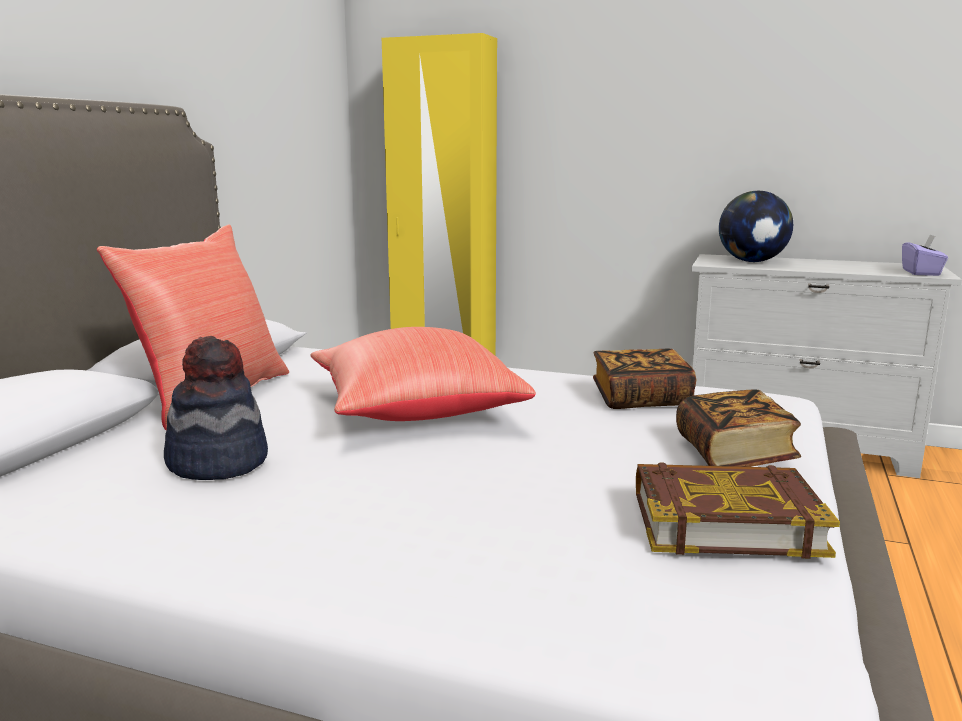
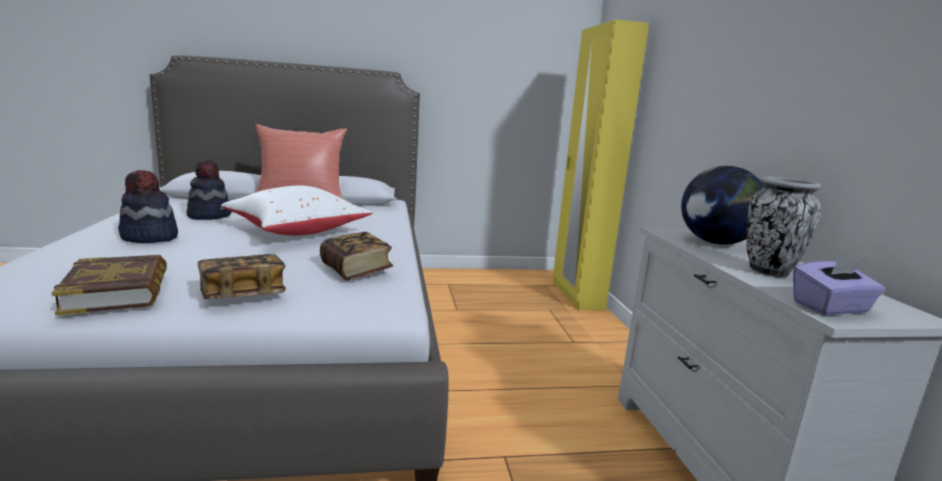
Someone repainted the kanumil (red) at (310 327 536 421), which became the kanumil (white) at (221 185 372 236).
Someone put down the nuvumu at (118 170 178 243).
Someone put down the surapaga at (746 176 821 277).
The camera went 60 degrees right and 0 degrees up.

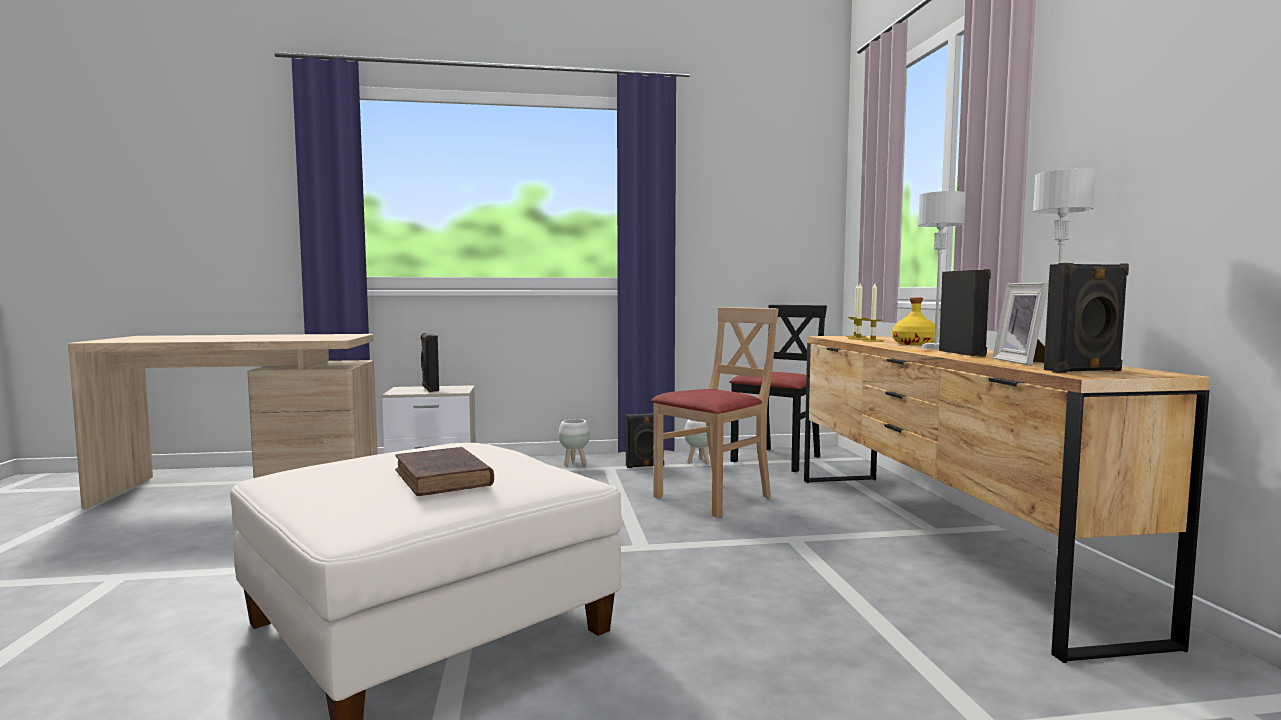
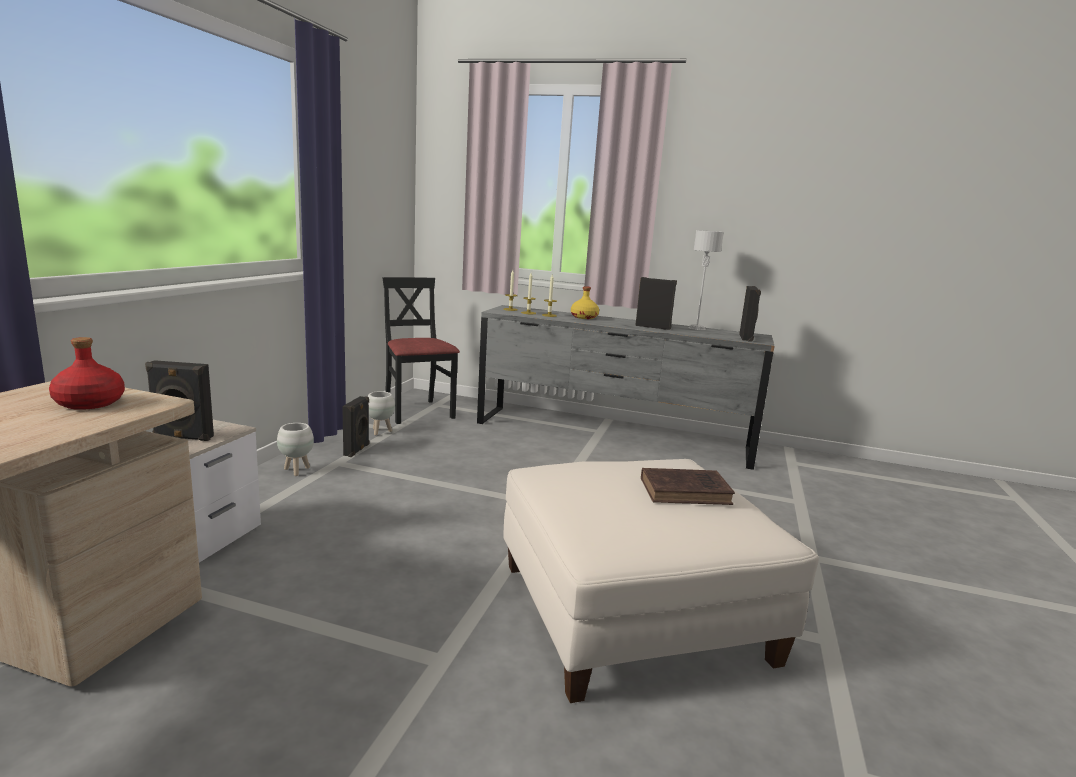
Someone took away the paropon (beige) at (651 307 779 518).
Someone repainted the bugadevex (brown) at (804 336 1210 663), which became the bugadevex (grey) at (477 305 774 470).
Someone took away the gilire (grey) at (918 191 966 350).
Someone took away the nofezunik at (992 283 1049 365).
Someone put down the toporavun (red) at (49 337 125 410).
The camera went 65 degrees left and 10 degrees up.

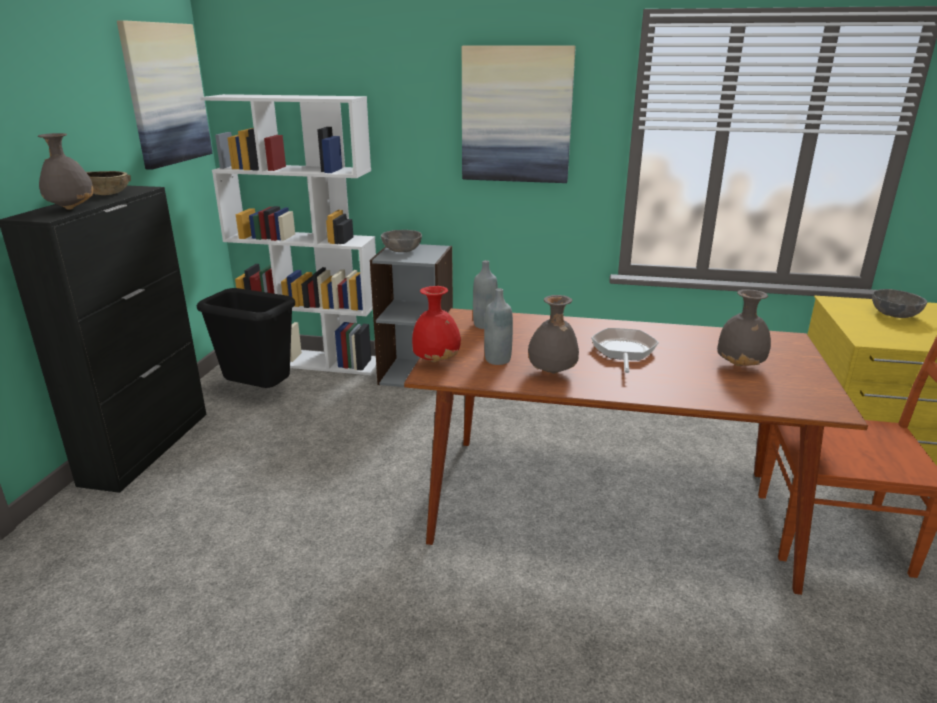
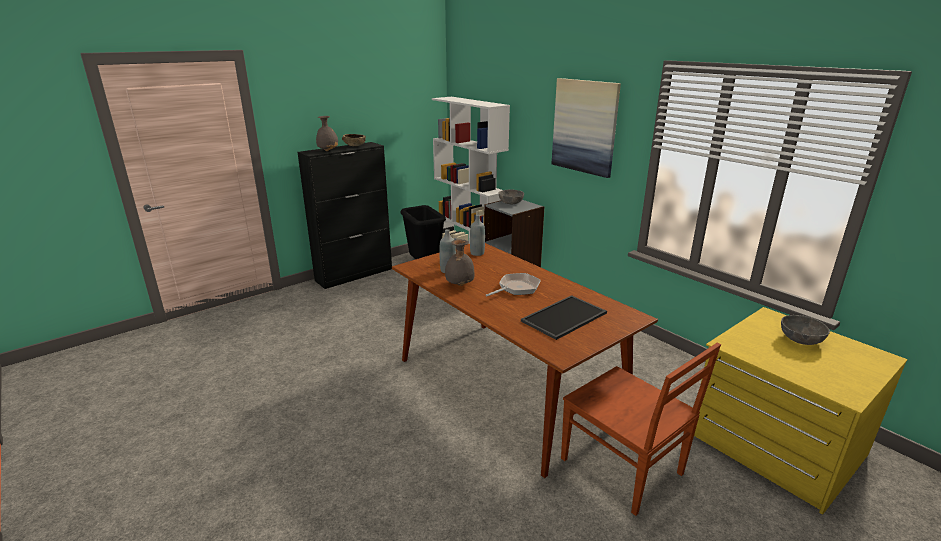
Someone took away the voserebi at (117 20 212 170).
Someone took away the surapaga (red) at (412 286 461 362).
Someone swapped the surapaga (grey) at (717 290 771 366) for the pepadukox at (521 295 607 340).
The camera went 40 degrees right and 0 degrees up.

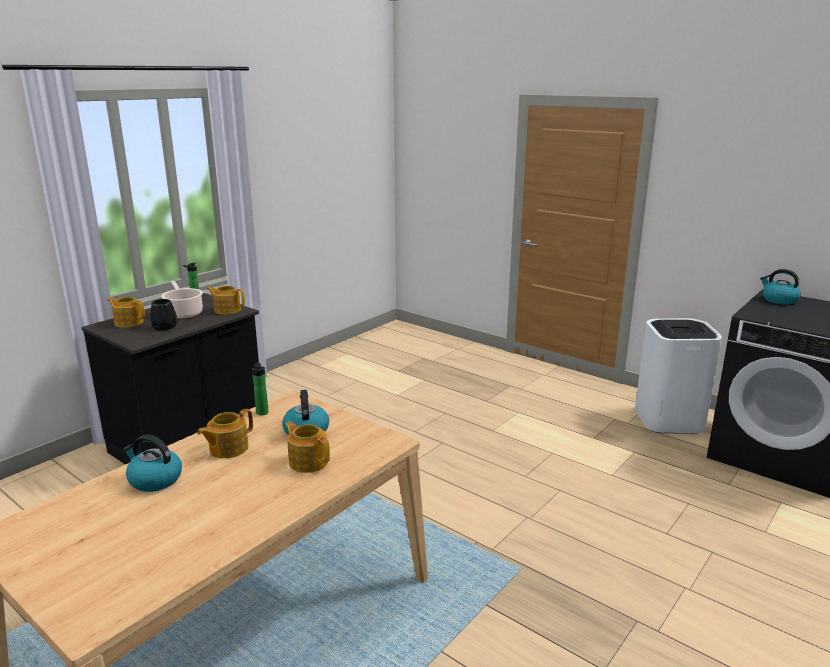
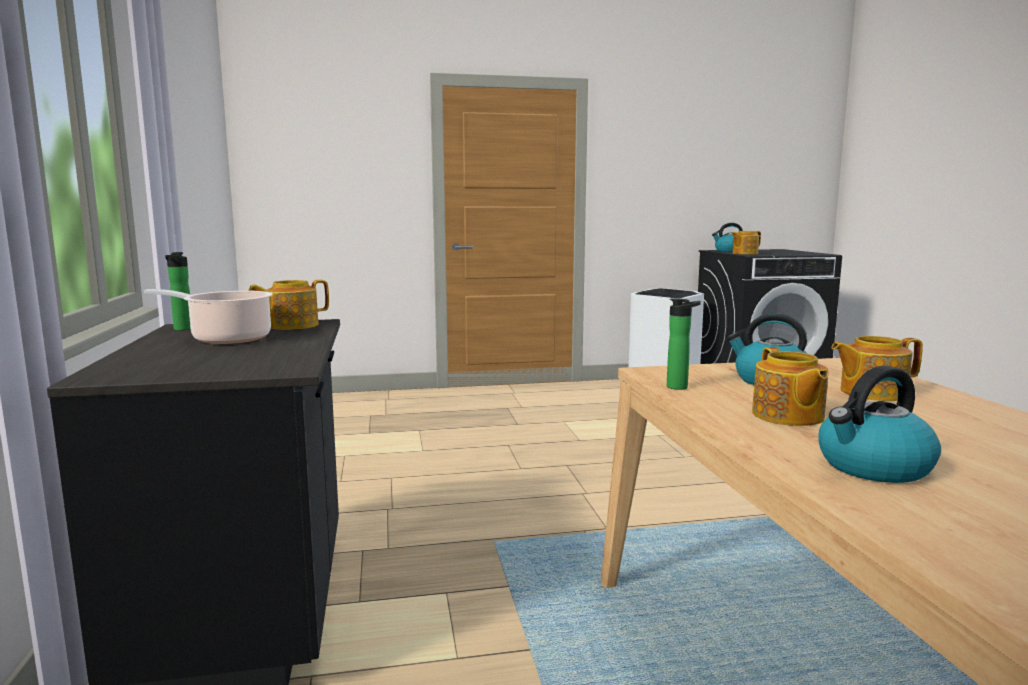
Someone carried the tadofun from (107 297 145 328) to (731 231 761 254).
Someone took away the surapaga (black) at (150 299 177 330).
The camera went 50 degrees left and 10 degrees down.

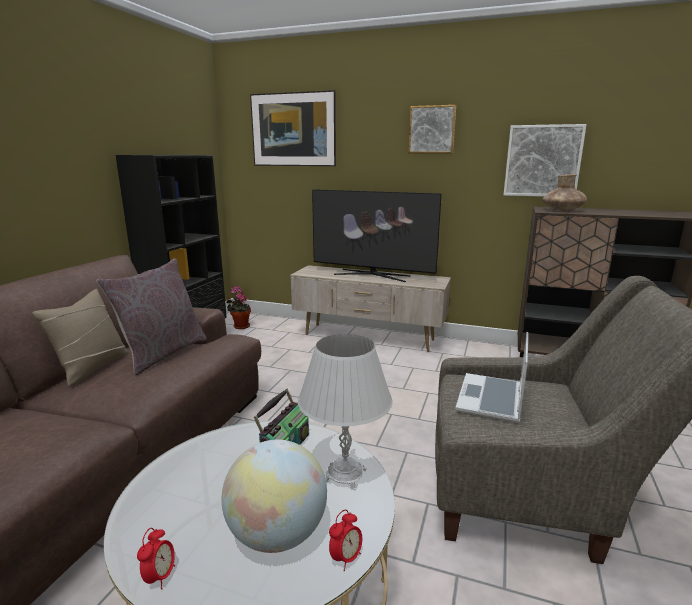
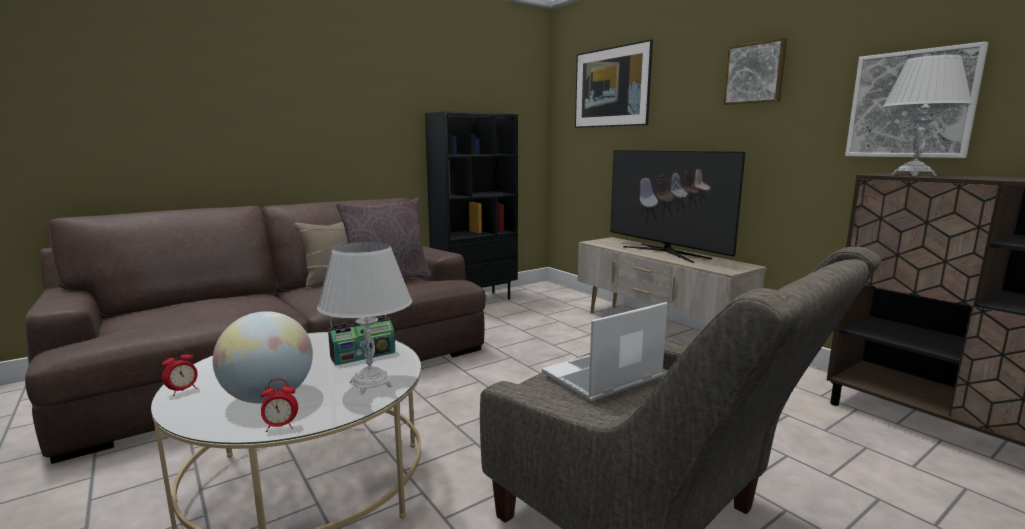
Someone took away the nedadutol at (226 286 251 329).
Someone swapped the surapaga (brown) at (543 174 587 212) for the gilire (white) at (882 55 972 176).
The camera went 35 degrees right and 5 degrees down.

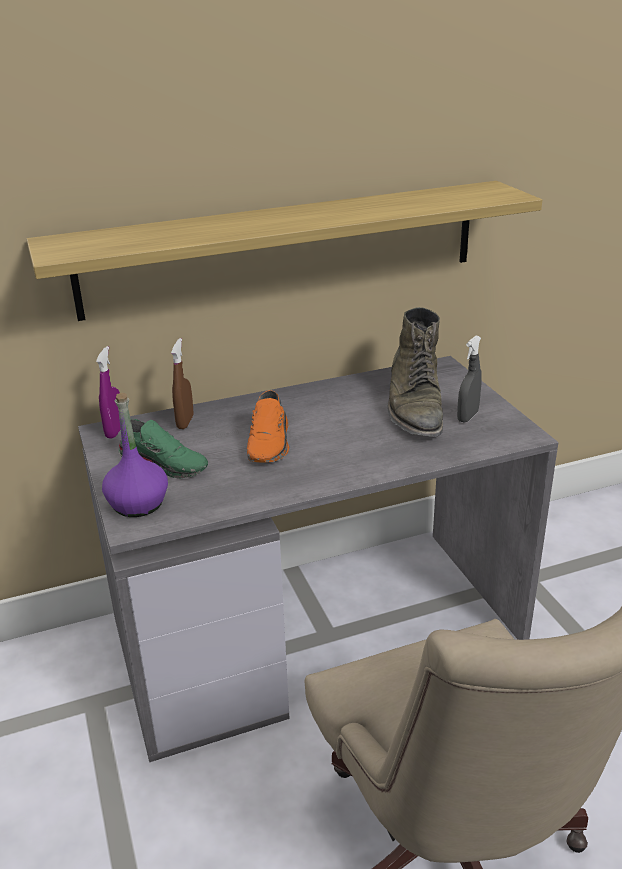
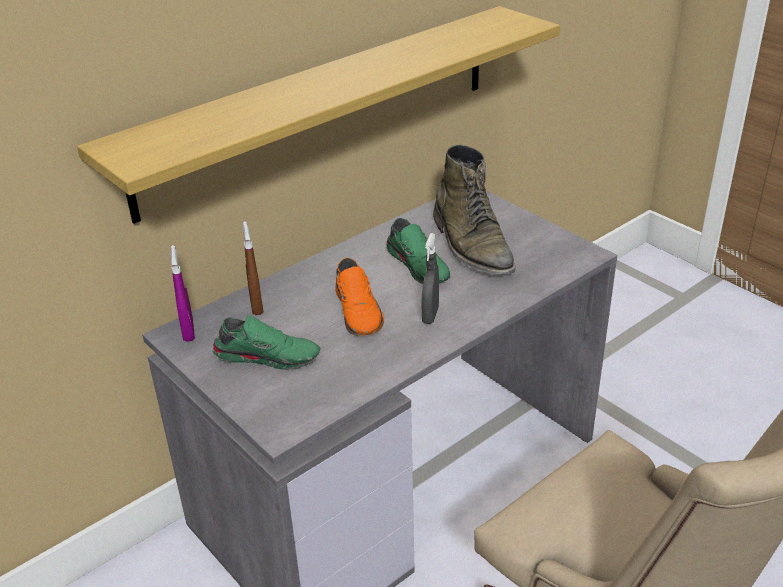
Someone took away the toporavun (purple) at (102 393 168 517).
Someone carried the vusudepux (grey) from (457 336 482 423) to (422 233 439 324).
Someone put down the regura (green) at (386 218 450 284).
The camera went 20 degrees left and 5 degrees up.

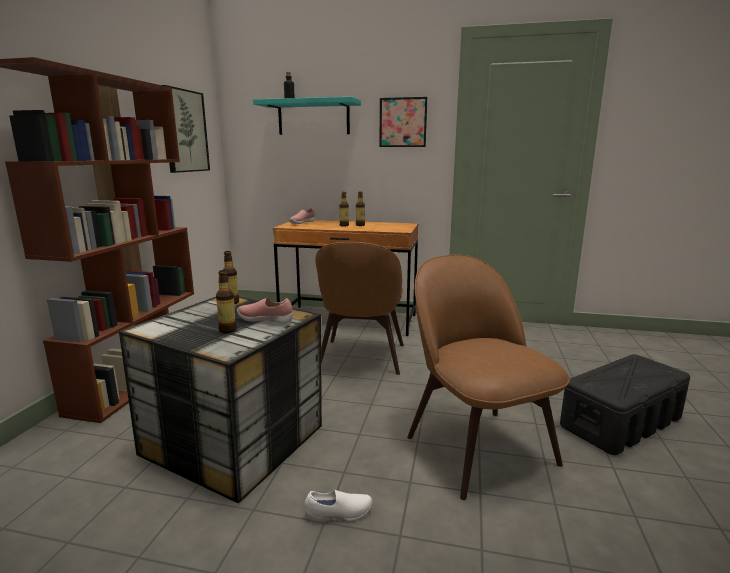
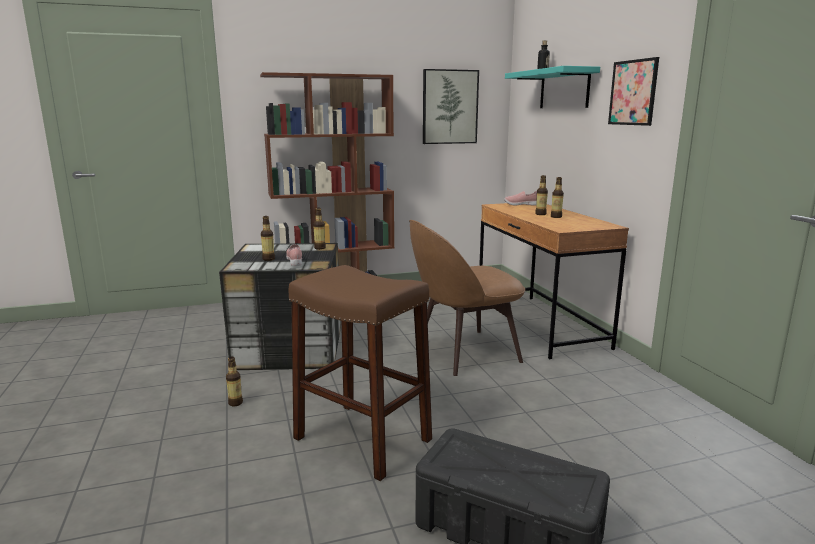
Someone swapped the regura (white) at (305 490 372 523) for the toporavun at (226 357 243 406).
Someone swapped the paropon (brown) at (407 255 570 500) for the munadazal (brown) at (288 265 432 481).
The camera went 60 degrees right and 0 degrees up.

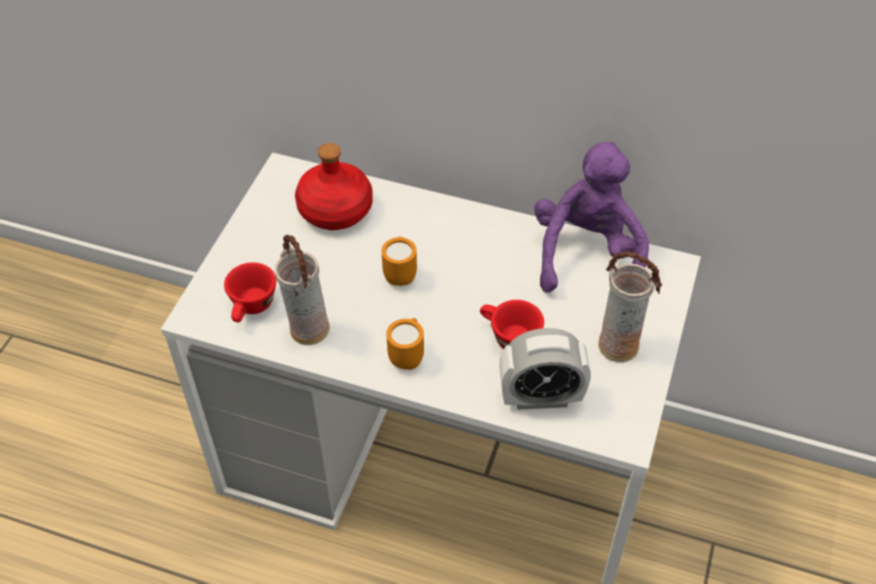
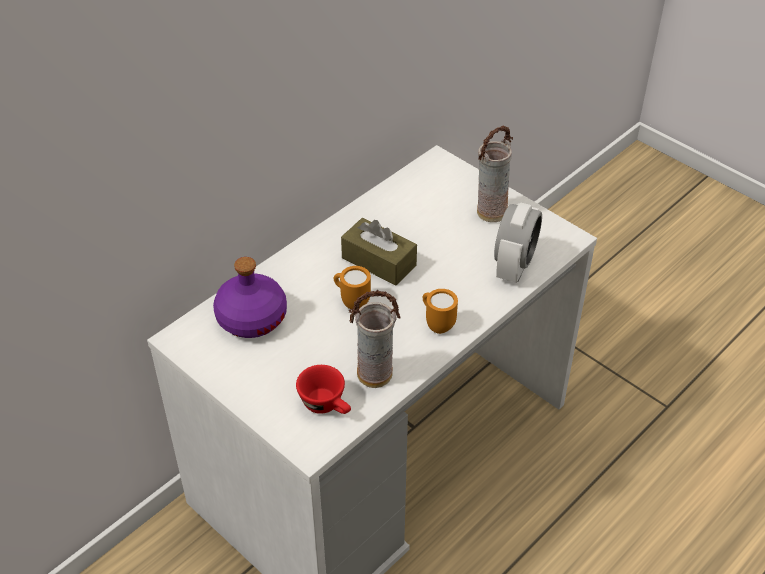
Someone repainted the toporavun (red) at (295 143 373 230), which became the toporavun (purple) at (213 257 287 338).
Someone took away the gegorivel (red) at (480 300 544 349).
Someone took away the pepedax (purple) at (534 142 649 293).
Someone put down the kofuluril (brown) at (341 218 417 286).
The camera went 65 degrees left and 5 degrees down.

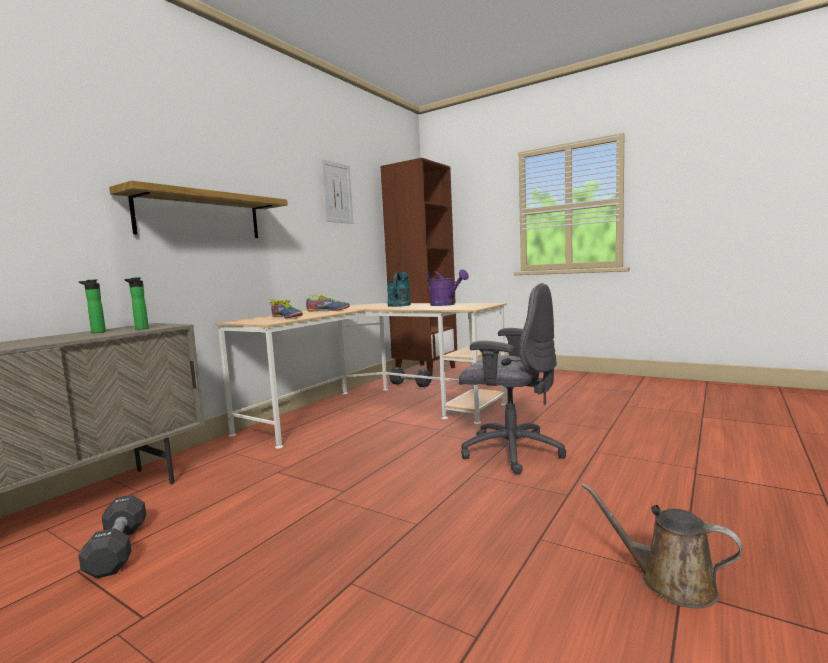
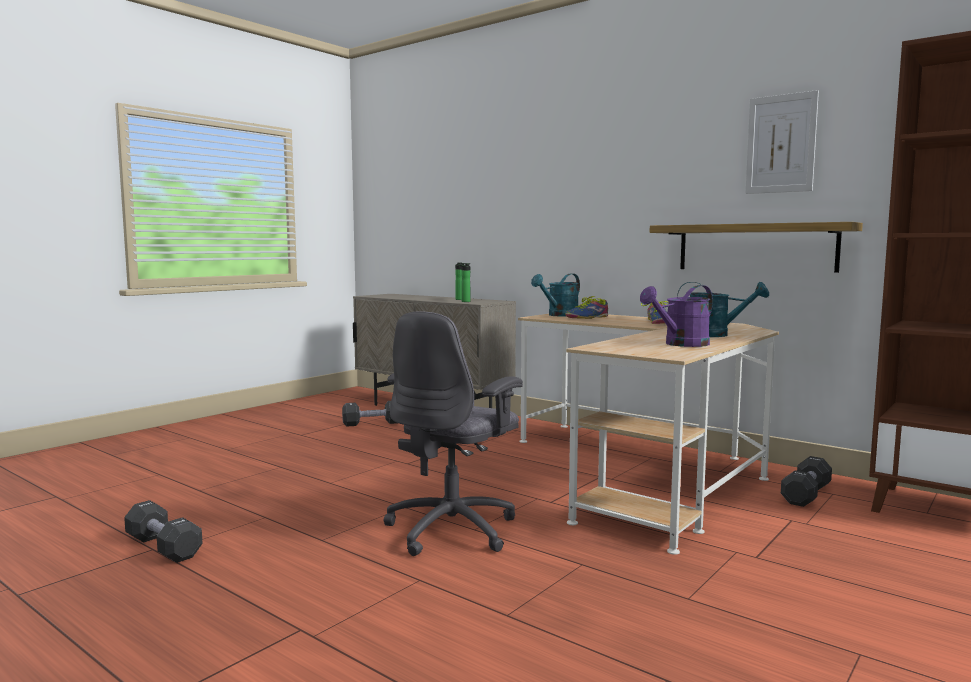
Someone carried the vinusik from (109 180 288 238) to (650 222 863 273).
Someone swapped the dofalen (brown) at (582 483 742 608) for the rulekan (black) at (124 500 202 563).
Someone put down the dofalen (turquoise) at (531 274 580 317).
The camera went 95 degrees right and 0 degrees up.

